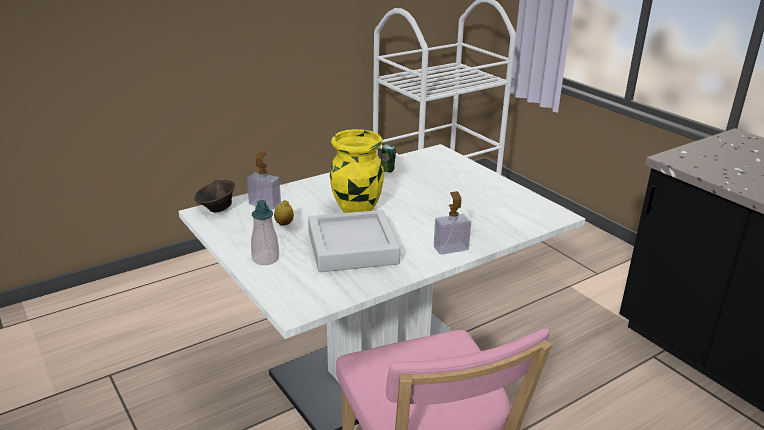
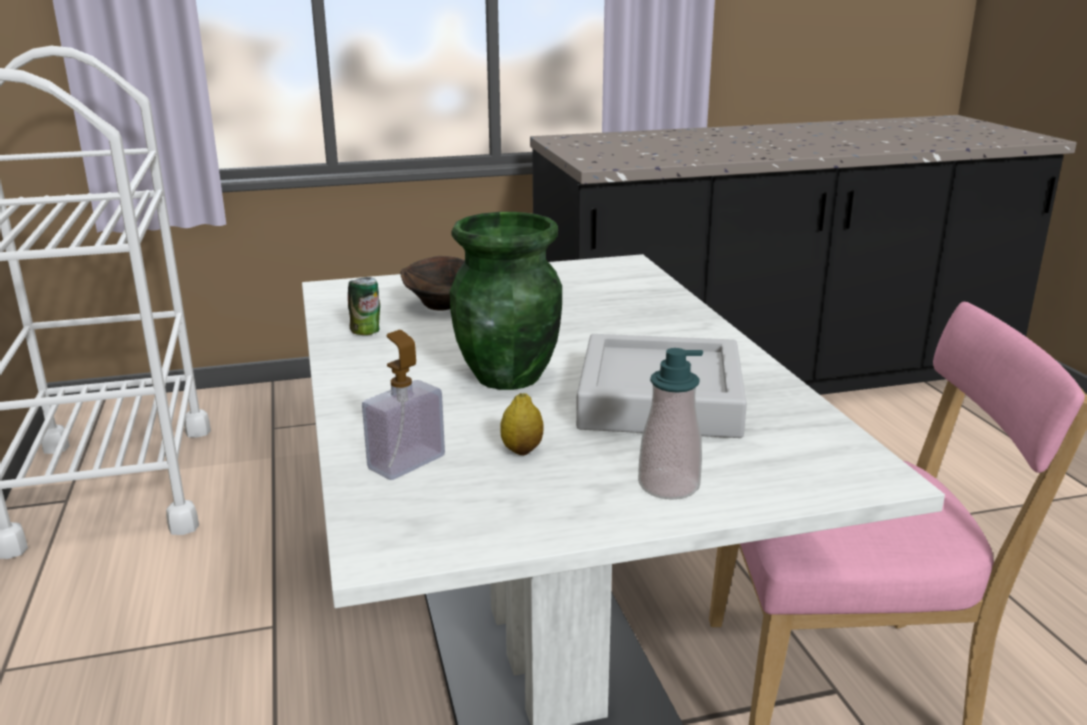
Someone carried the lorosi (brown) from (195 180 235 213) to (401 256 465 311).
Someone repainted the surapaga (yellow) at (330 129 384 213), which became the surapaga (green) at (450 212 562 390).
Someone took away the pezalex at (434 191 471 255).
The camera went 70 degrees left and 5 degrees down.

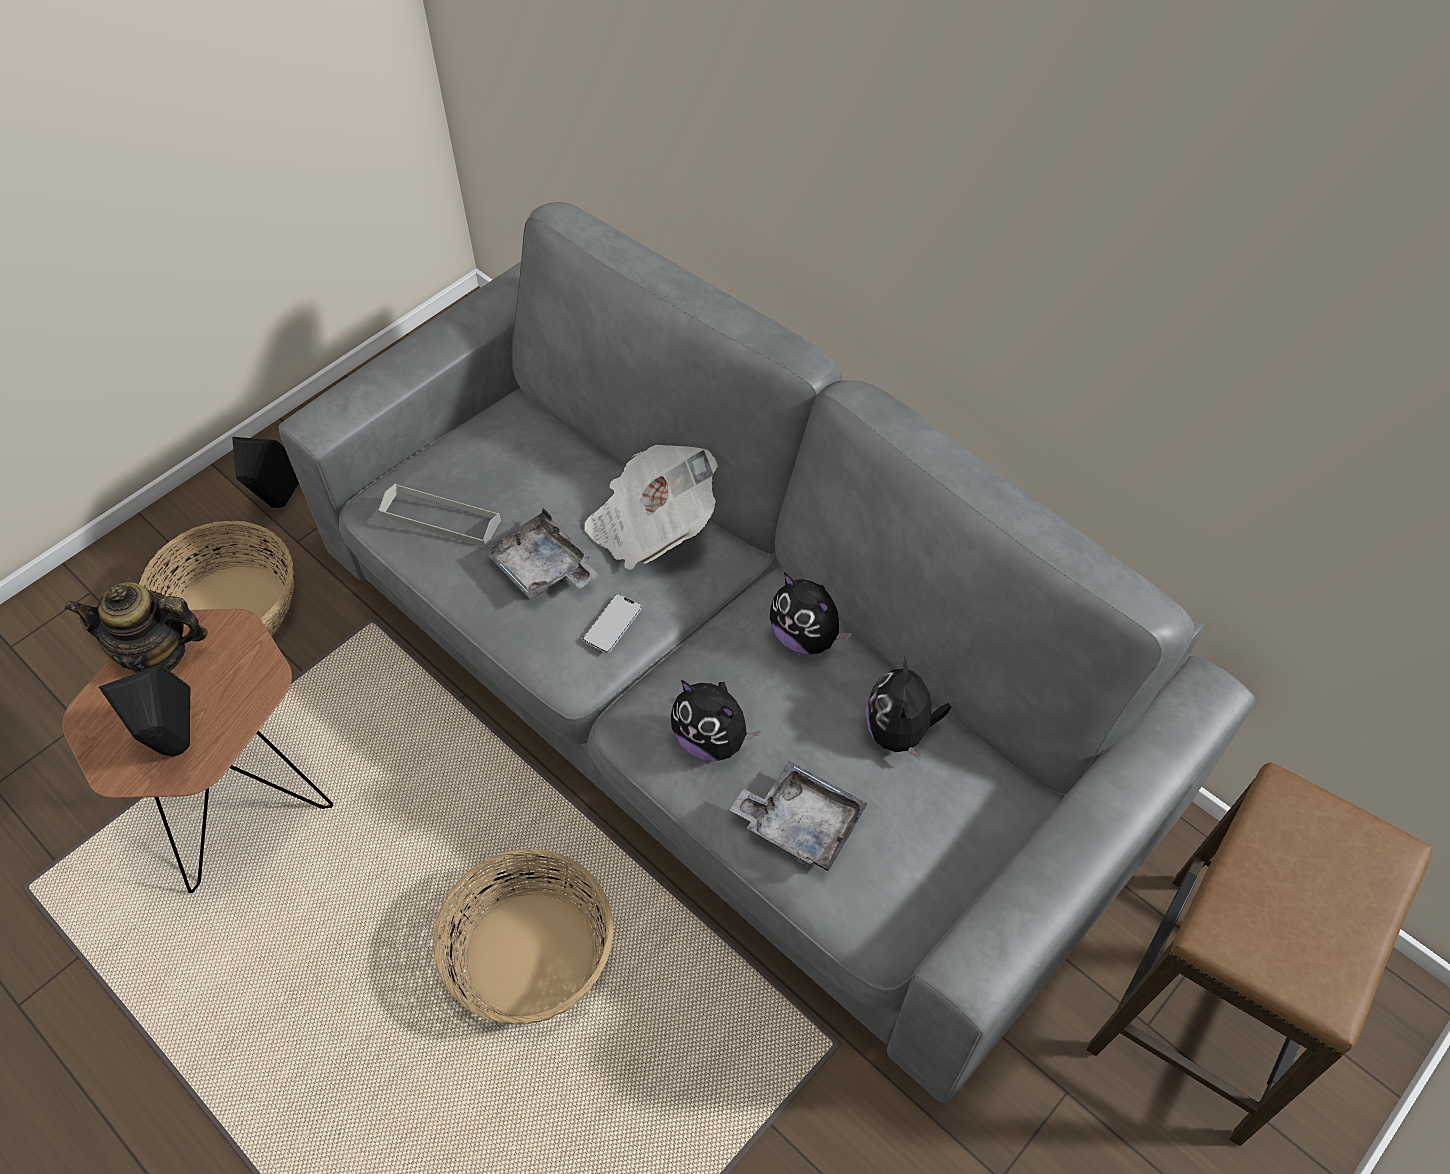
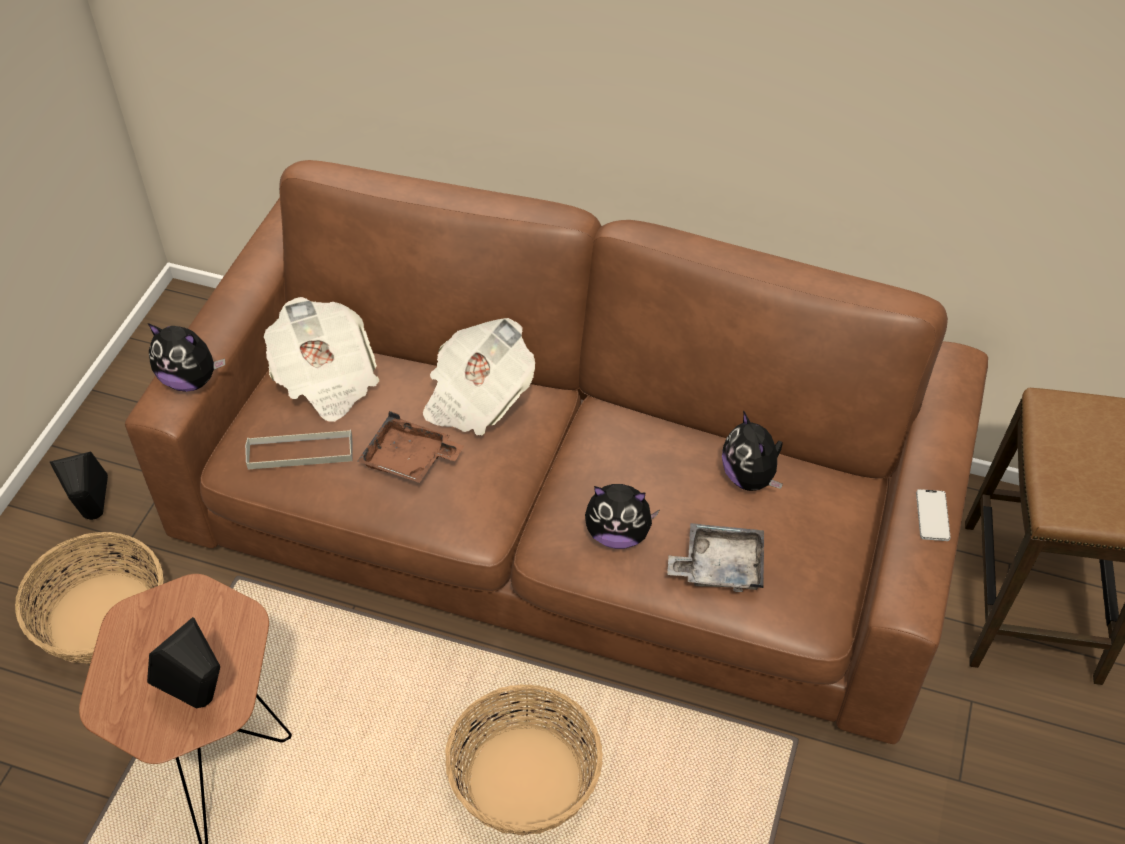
Someone took away the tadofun at (65 582 208 673).
Someone repainted the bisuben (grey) at (278 202 1255 1103), which became the bisuben (brown) at (125 160 988 744).
Someone repainted the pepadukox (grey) at (483 508 599 599), which became the pepadukox (brown) at (358 411 464 483).
Someone carried the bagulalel from (583 594 642 653) to (916 489 951 541).
Someone carried the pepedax from (770 572 852 655) to (148 323 225 392).
Someone put down the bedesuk at (264 297 379 422).
The camera went 25 degrees left and 5 degrees down.

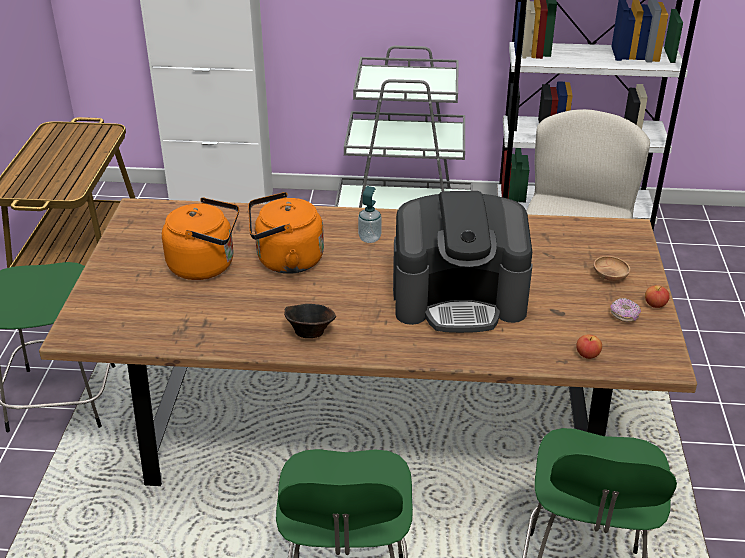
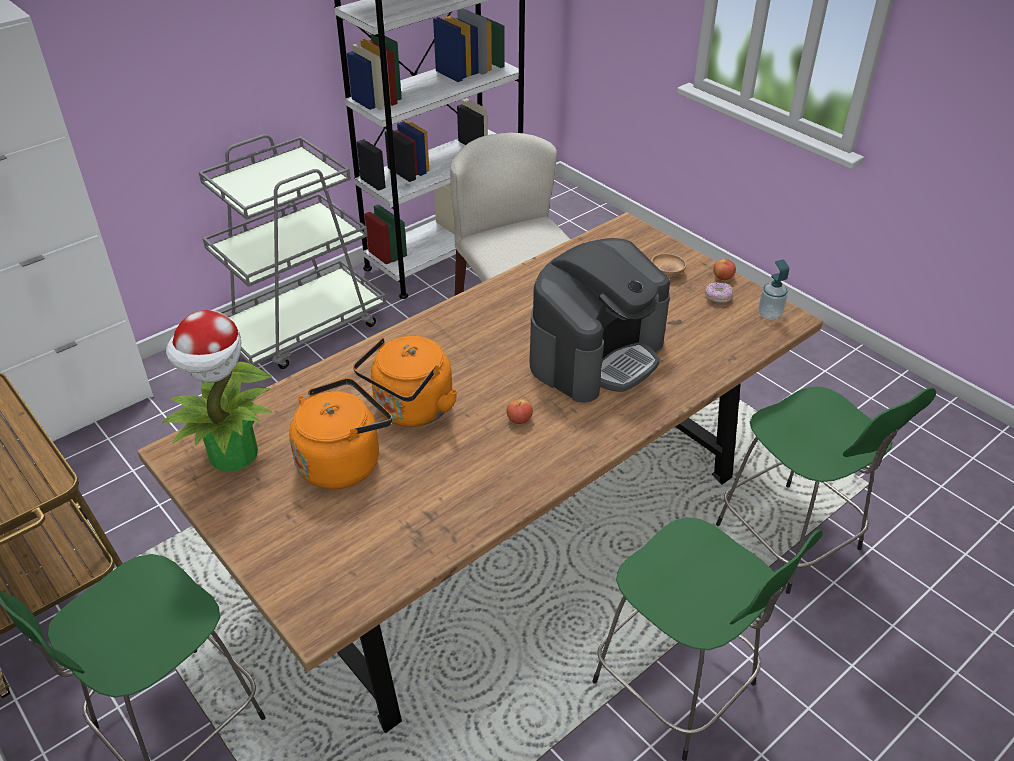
Someone took away the lorosi (brown) at (284 304 336 338).
Someone carried the pezalex from (358 186 382 243) to (759 259 789 320).
Someone carried the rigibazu from (576 334 602 359) to (507 399 533 424).
Someone put down the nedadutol at (162 310 272 472).
The camera went 45 degrees left and 5 degrees up.

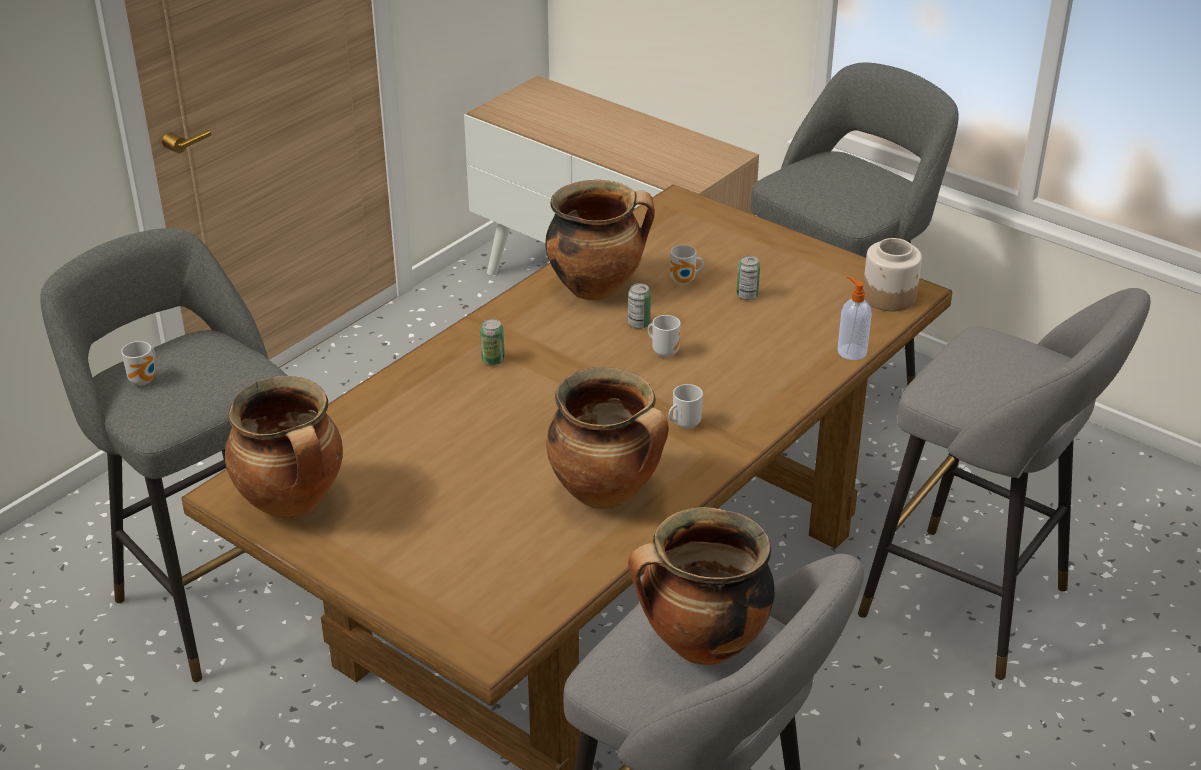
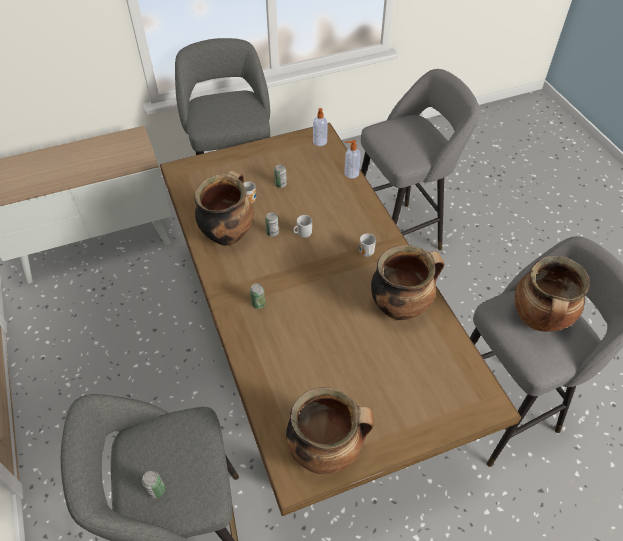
Someone swapped the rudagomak at (121 341 156 385) for the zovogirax at (142 471 165 498).
Someone swapped the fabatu at (863 238 922 311) for the pezalex at (313 108 328 146).
The camera went 60 degrees left and 15 degrees up.

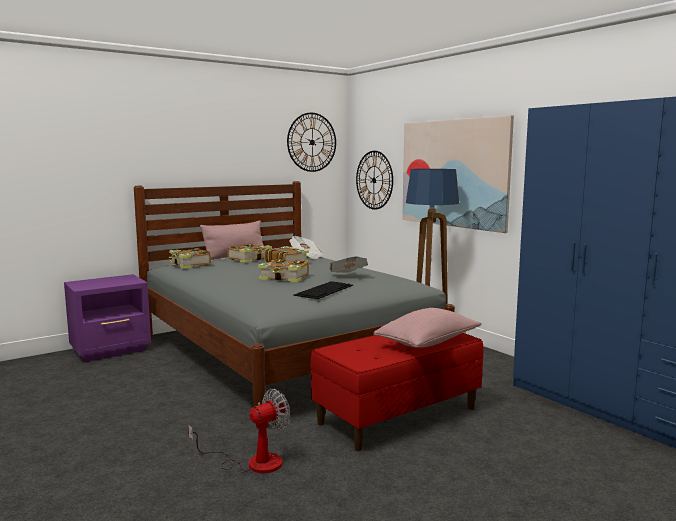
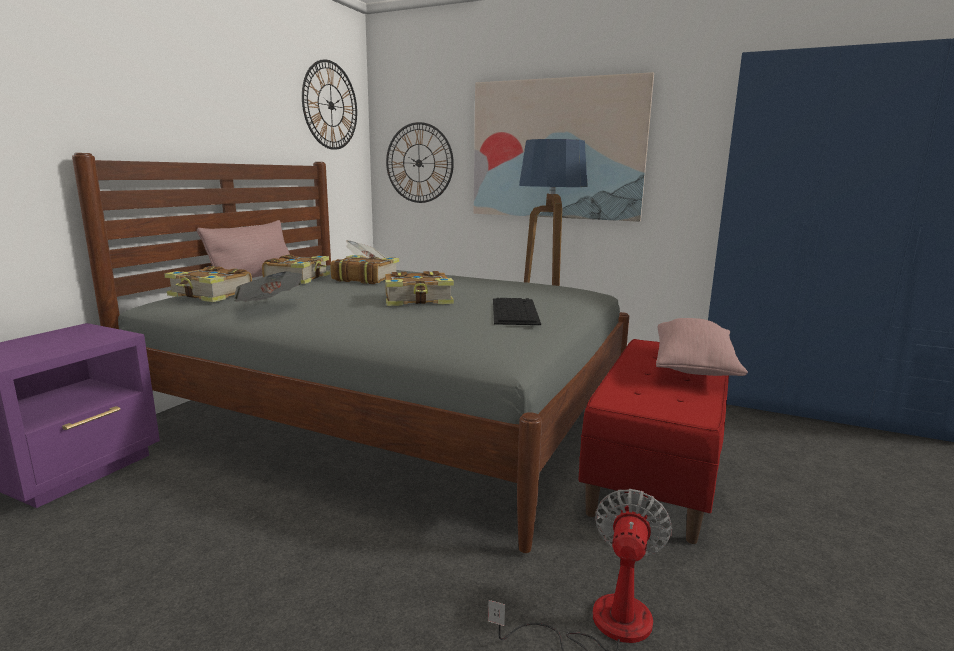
Someone carried the bedesuk from (329 257 368 273) to (234 271 302 302).
The camera went 30 degrees left and 5 degrees up.

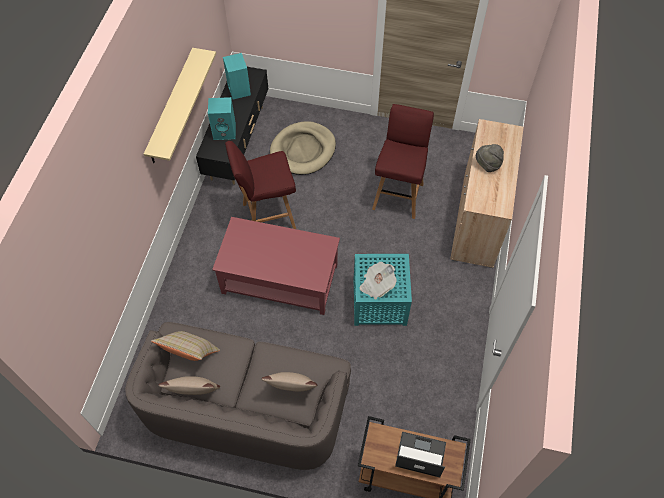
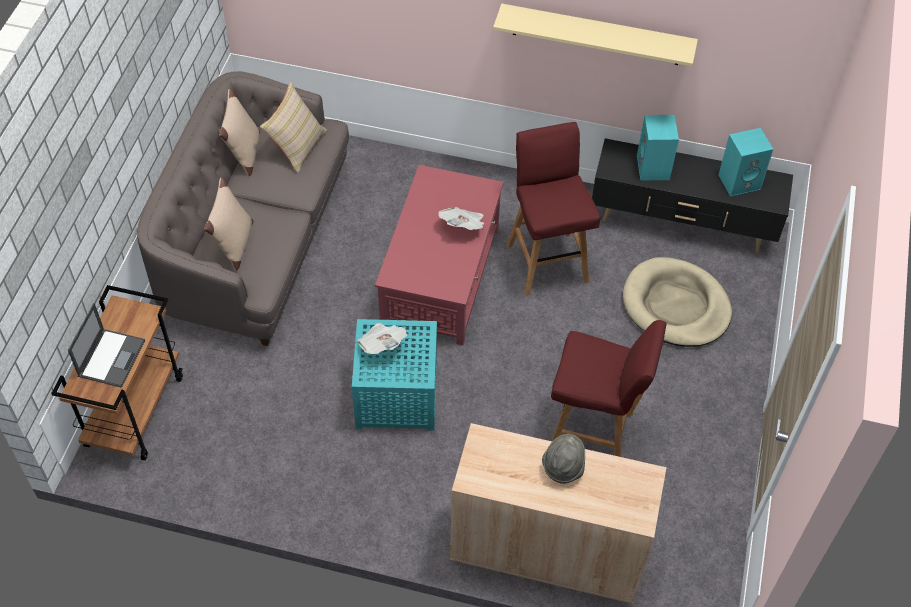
Someone put down the bedesuk at (438 207 484 230).
The camera went 90 degrees right and 5 degrees down.

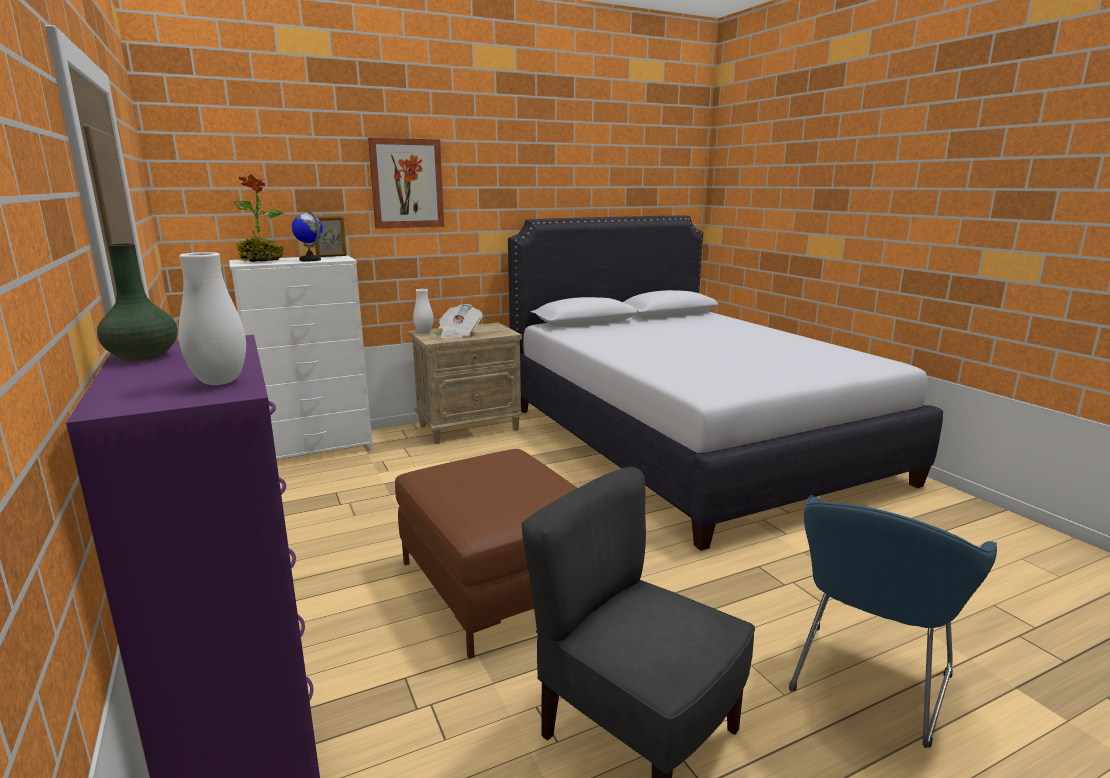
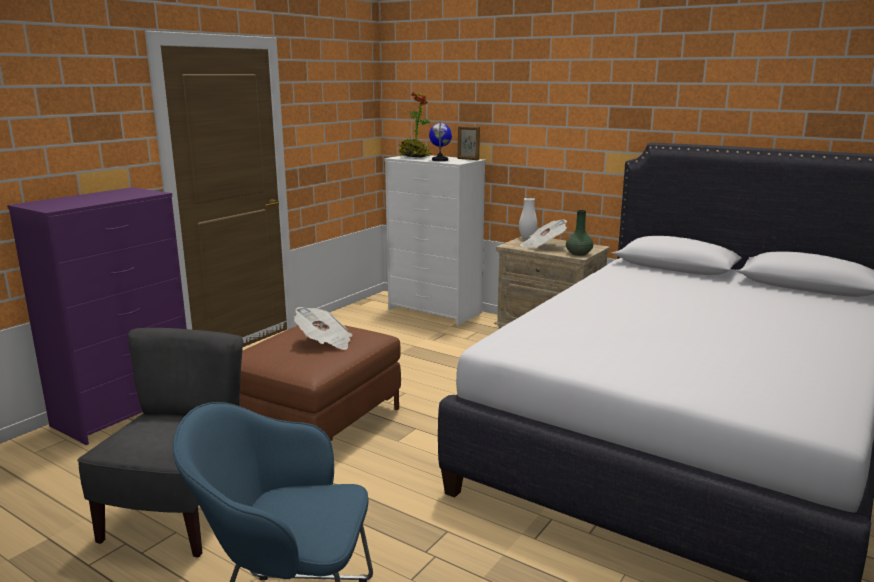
Someone carried the surapaga (green) from (97 243 178 361) to (566 210 593 256).
Someone took away the surapaga (white) at (179 252 246 385).
Someone took away the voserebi at (368 138 444 229).
Someone put down the bedesuk at (294 307 352 350).
The camera went 60 degrees right and 0 degrees up.

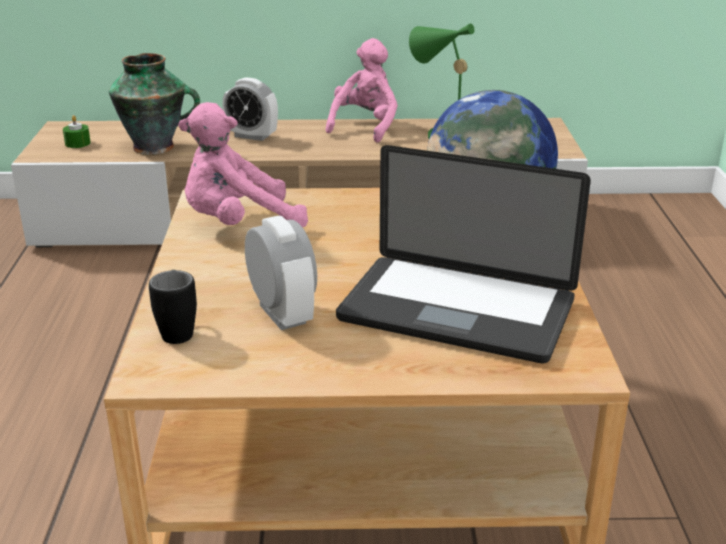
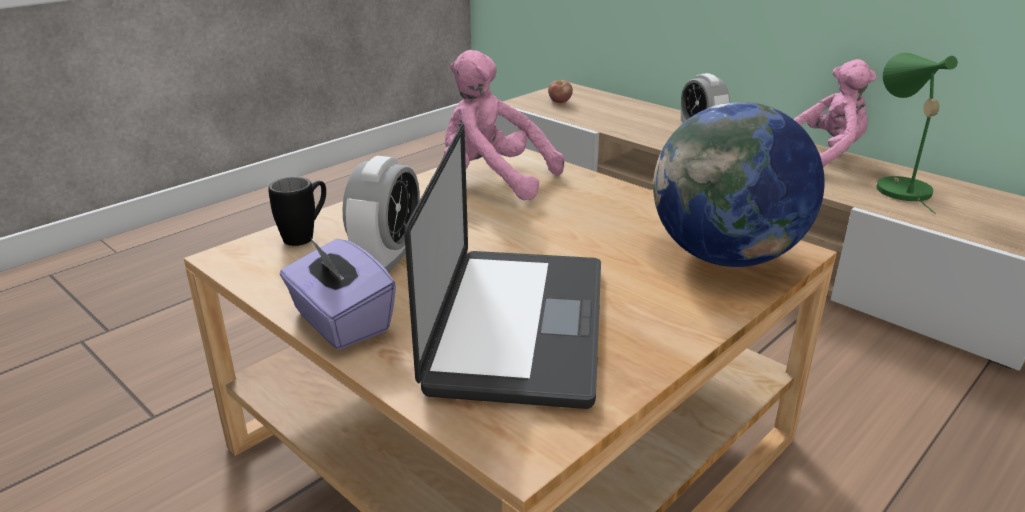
Someone swapped the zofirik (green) at (63 115 91 148) for the rigibazu at (548 80 573 103).
Someone took away the surapaga at (109 53 200 155).
Someone rotated the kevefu at (336 145 591 363) by 150 degrees counterclockwise.
Someone put down the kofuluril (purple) at (280 236 396 350).
The camera went 45 degrees right and 0 degrees up.

